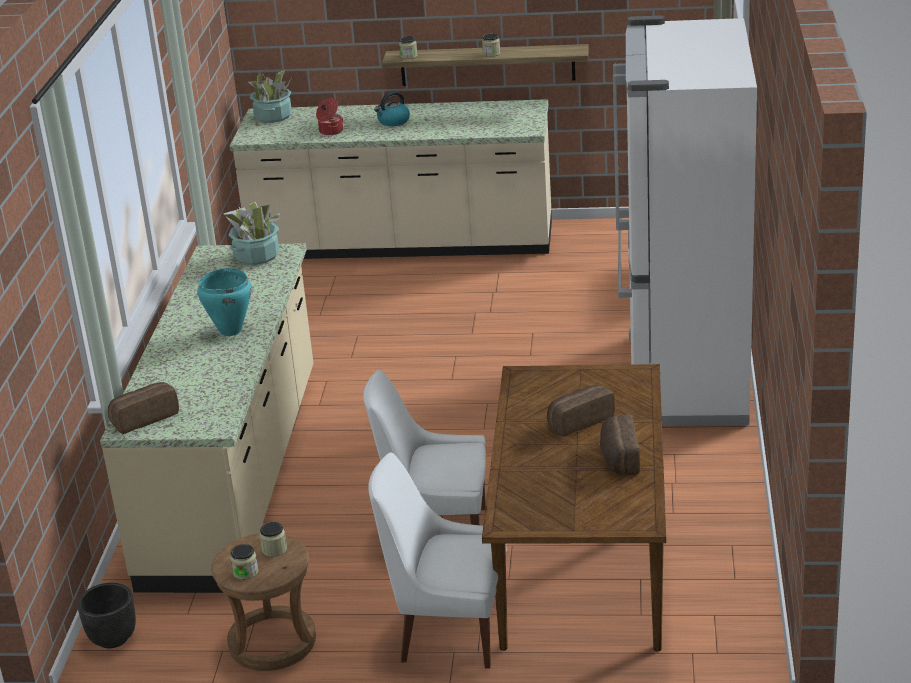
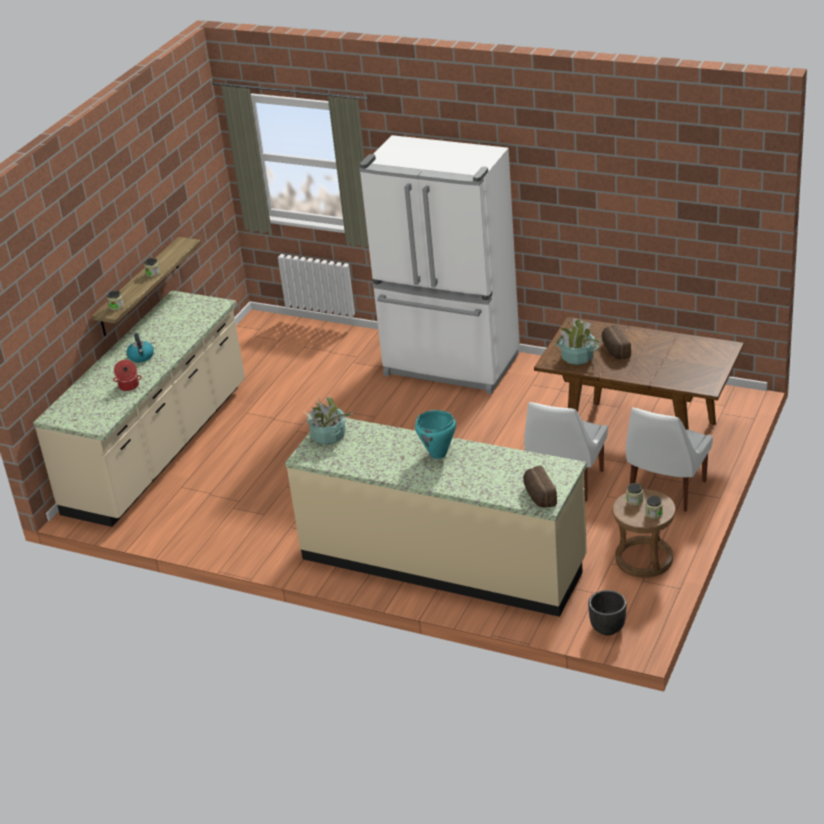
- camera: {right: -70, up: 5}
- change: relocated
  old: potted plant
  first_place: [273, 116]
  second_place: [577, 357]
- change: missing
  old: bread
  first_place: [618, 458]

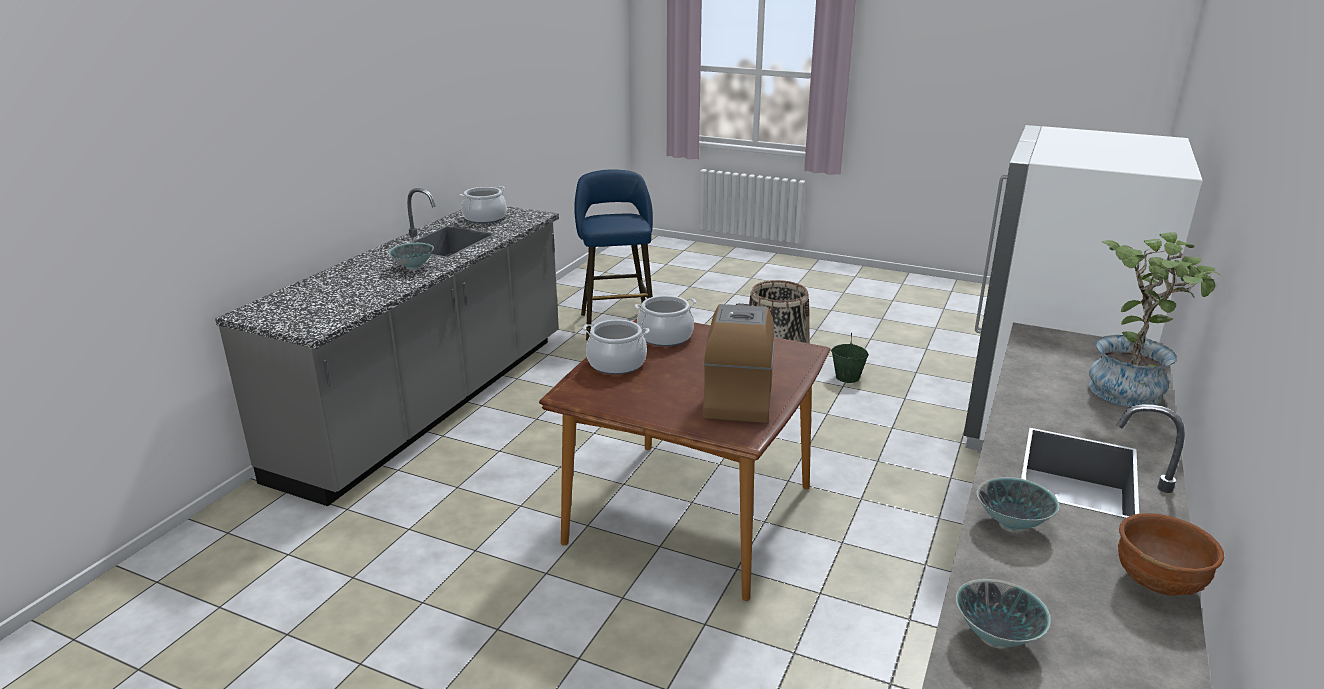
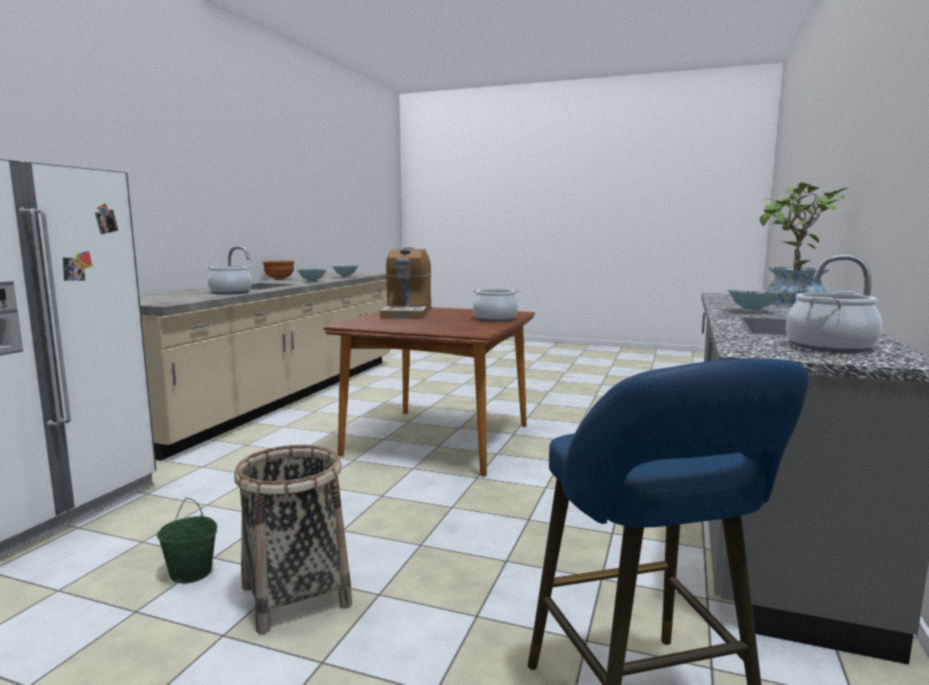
- camera: {right: 175, up: -15}
- change: relocated
  old: cooking pot
  first_place: [665, 337]
  second_place: [230, 292]
- change: relocated
  old: potted plant
  first_place: [1131, 388]
  second_place: [791, 303]

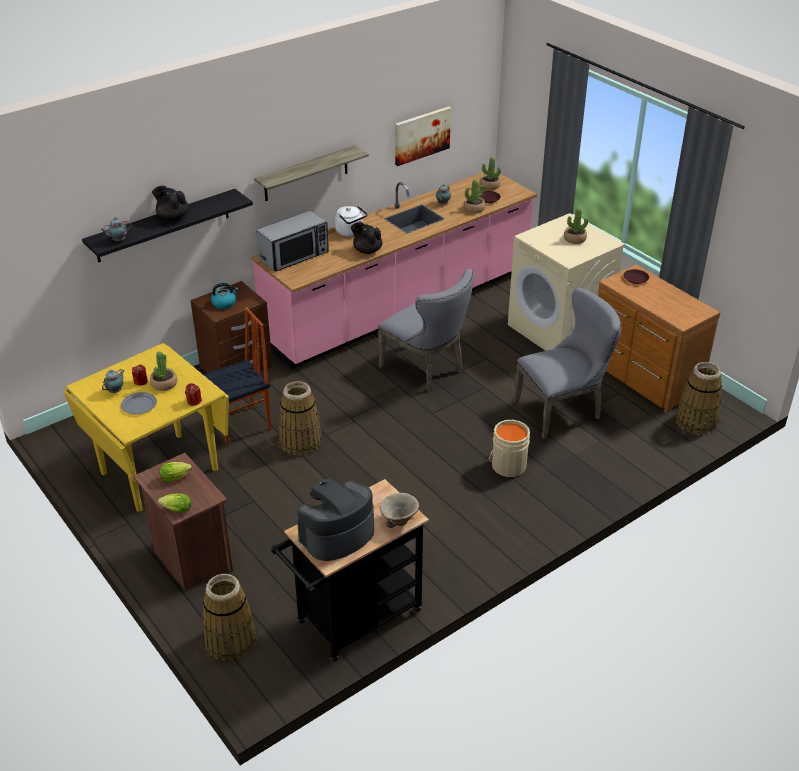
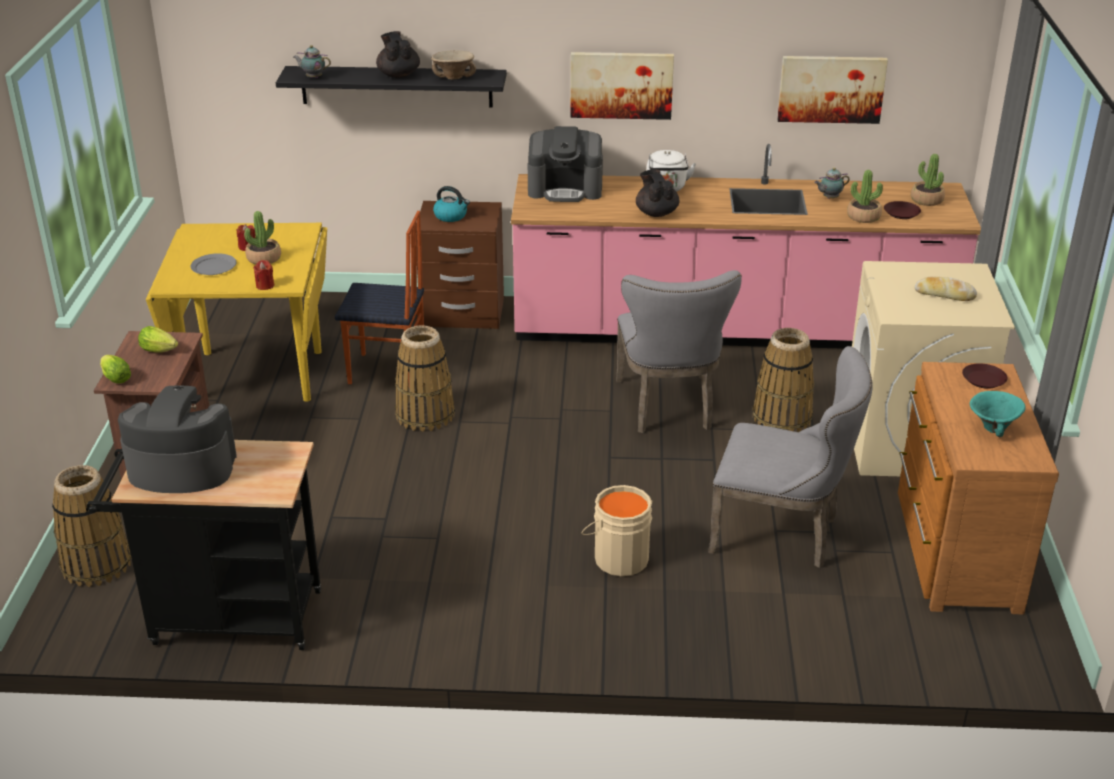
- camera: {right: 40, up: -5}
- change: relocated
  old: bowl in beige
  first_place: [399, 520]
  second_place: [453, 77]
- change: exchanged
  old: microwave
  new: coffee machine
  first_place: [294, 256]
  second_place: [565, 189]
- change: exchanged
  old: shelf
  new: picture
  first_place: [306, 174]
  second_place: [621, 85]
- change: relocated
  old: basket
  first_place: [696, 421]
  second_place: [782, 417]
- change: exchanged
  old: potted plant
  new: bread
  first_place: [574, 239]
  second_place: [944, 294]
- change: appeared
  new: bowl in turquoise
  second_place: [992, 428]
- change: missing
  old: teapot
  first_place: [116, 391]

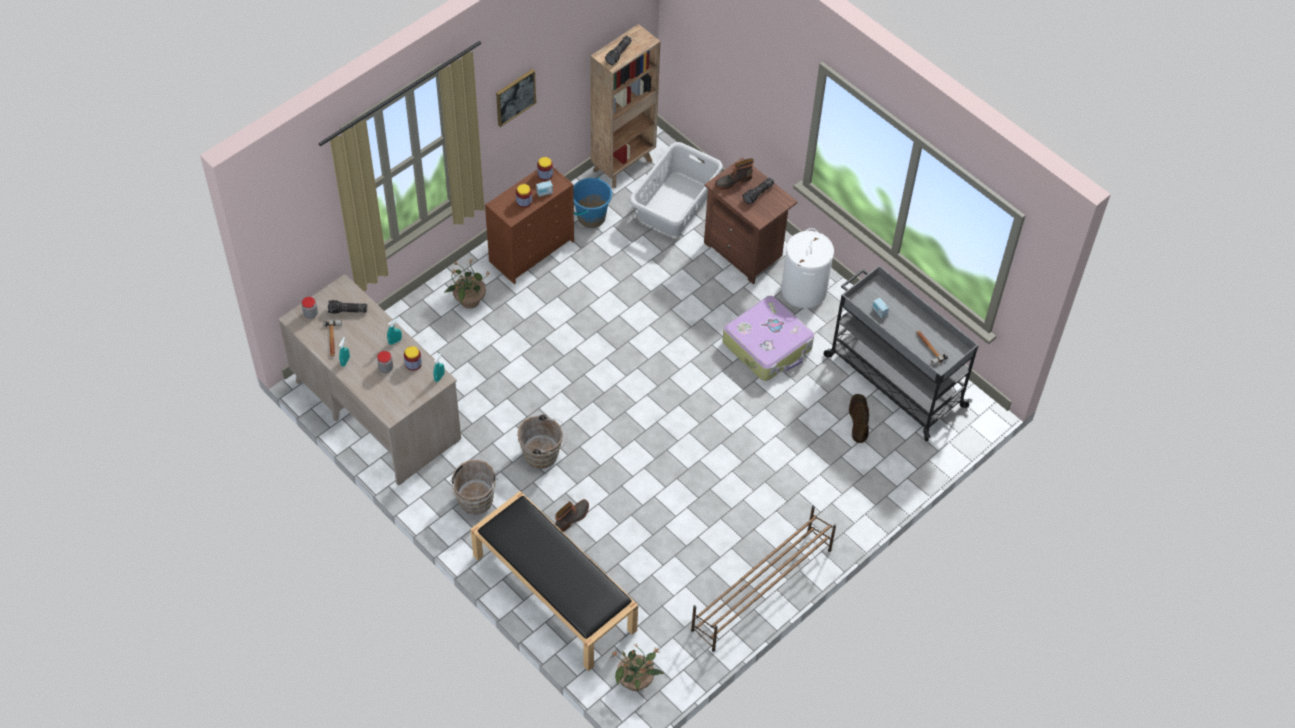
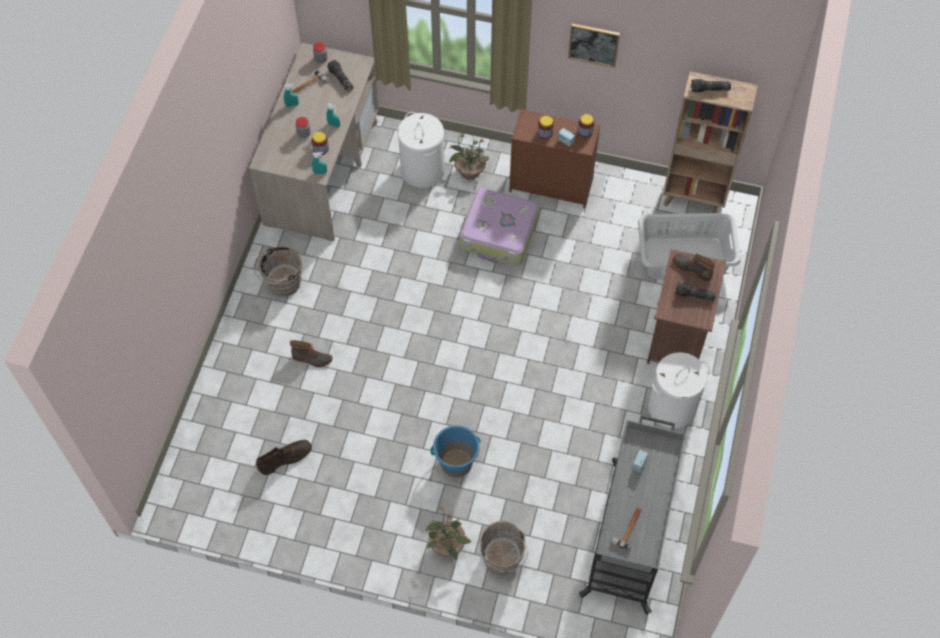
- camera: {right: 60, up: 5}
- change: relocated
  old: boot in brown
  first_place: [858, 419]
  second_place: [285, 458]
- change: appeared
  new: laundry basket in white
  second_place: [422, 170]
- change: relocated
  old: potted plant
  first_place: [636, 681]
  second_place: [447, 546]
- change: relocated
  old: bucket in blue
  first_place: [591, 217]
  second_place: [456, 463]
- change: relocated
  old: suitcase
  first_place: [768, 346]
  second_place: [499, 234]
- change: relocated
  old: bucket in brown
  first_place: [544, 455]
  second_place: [503, 561]
- change: missing
  old: bench in black
  first_place: [553, 592]
- change: missing
  old: shoe rack in brown
  first_place: [761, 589]

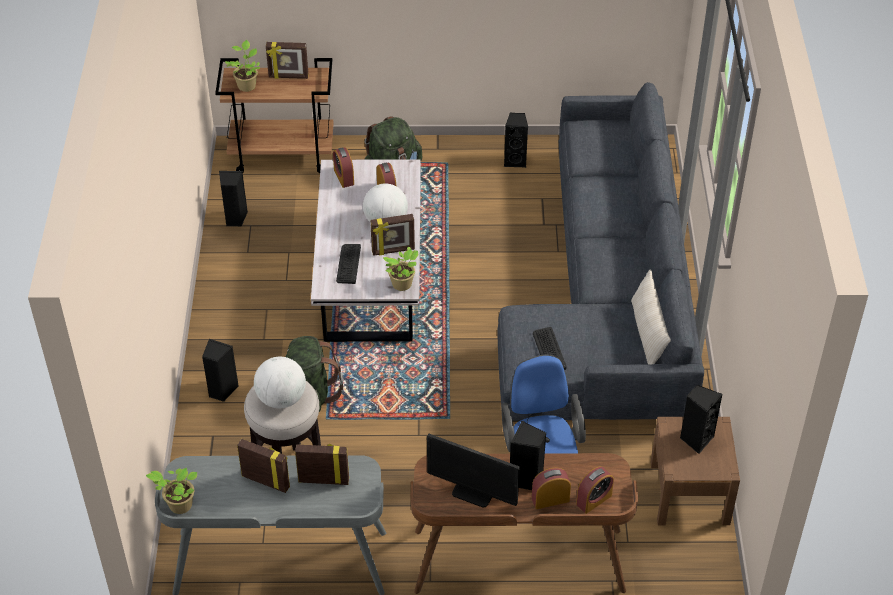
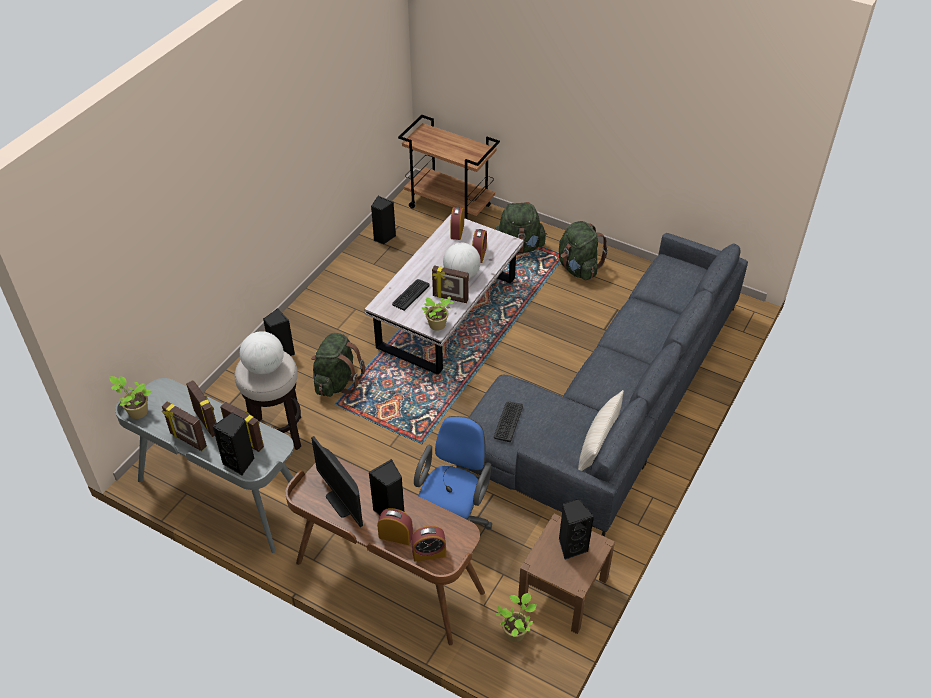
- camera: {right: 30, up: 0}
- change: relocated
  old: picture frame
  first_place: [288, 76]
  second_place: [188, 440]
- change: relocated
  old: speaker in black
  first_place: [515, 160]
  second_place: [240, 462]
- change: relocated
  old: potted plant
  first_place: [246, 85]
  second_place: [515, 632]
- change: appeared
  new: backpack in green
  second_place: [578, 268]

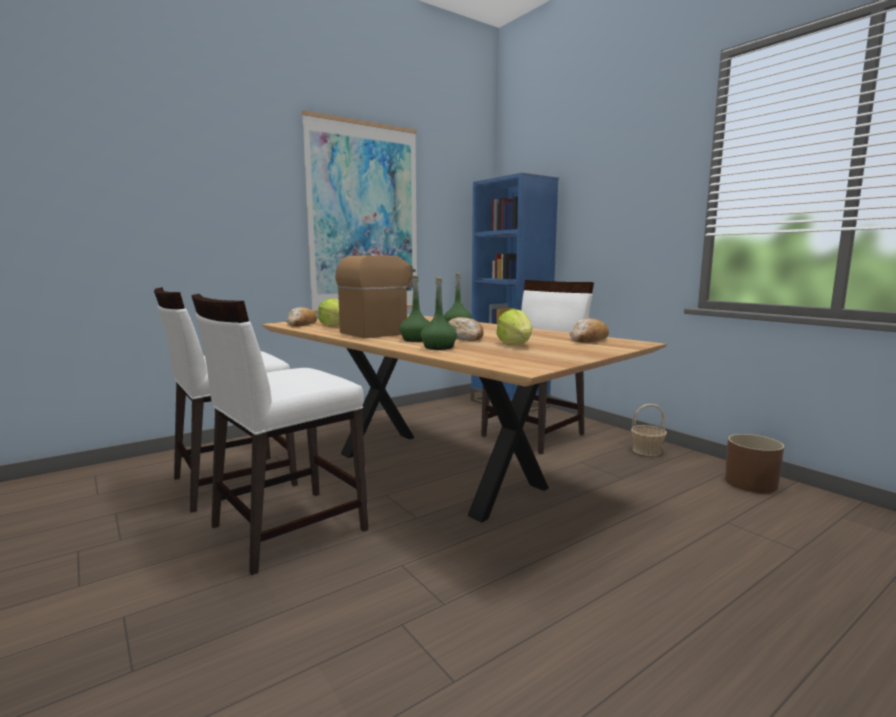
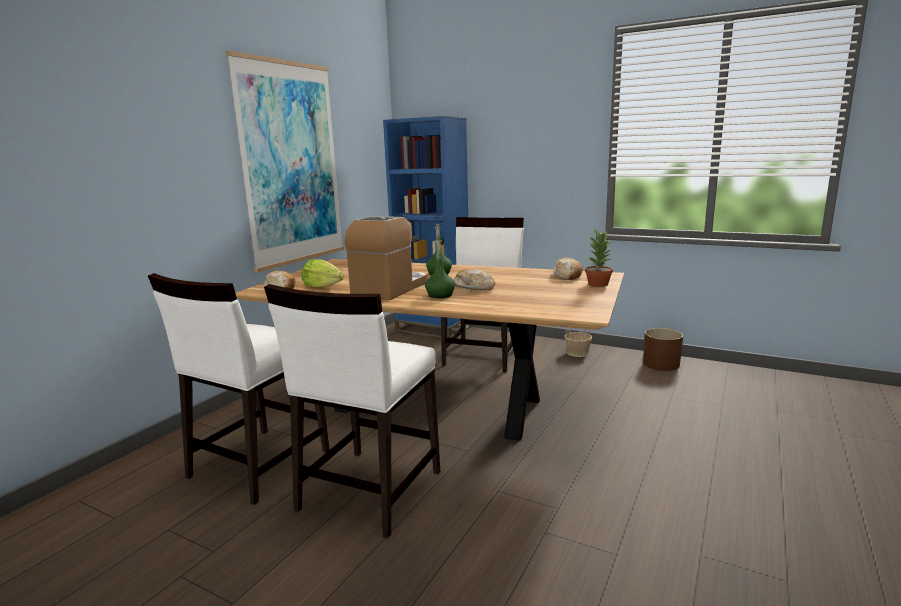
- camera: {right: -25, up: 5}
- change: appeared
  new: potted plant
  second_place: [598, 284]
- change: missing
  old: bottle in green
  first_place: [439, 347]
- change: missing
  old: lettuce
  first_place: [515, 345]

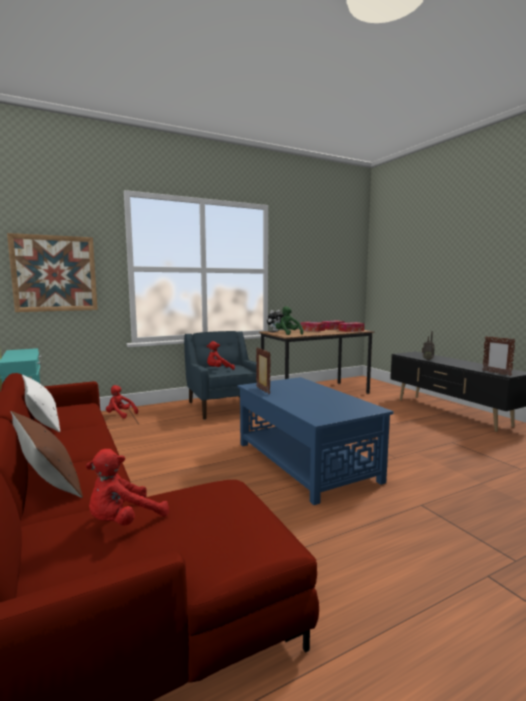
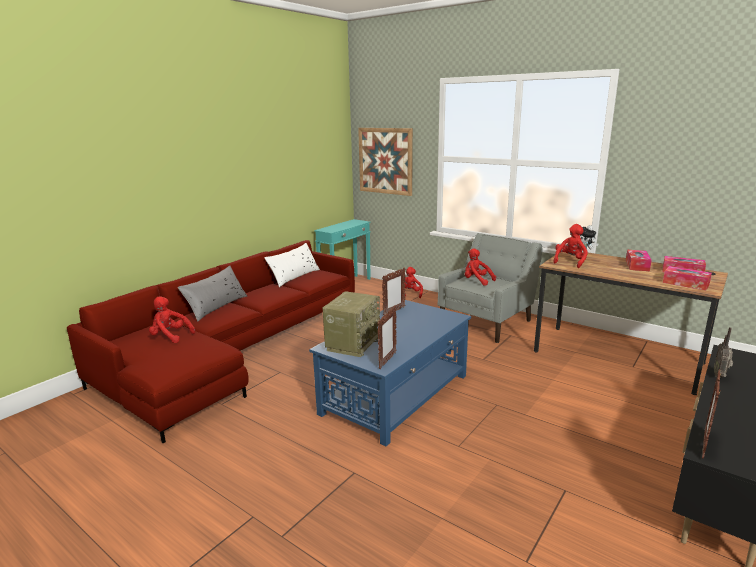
- camera: {right: 65, up: 10}
- change: colour
  old: pillow in brown
  new: pillow in grey
  first_place: [46, 477]
  second_place: [216, 306]
- change: appeared
  new: radio
  second_place: [353, 343]
- change: appeared
  new: picture frame
  second_place: [387, 361]
- change: colour
  old: armchair in blue
  new: armchair in grey
  first_place: [223, 406]
  second_place: [487, 322]
- change: colour
  old: plush toy in green
  new: plush toy in red
  first_place: [288, 334]
  second_place: [570, 262]

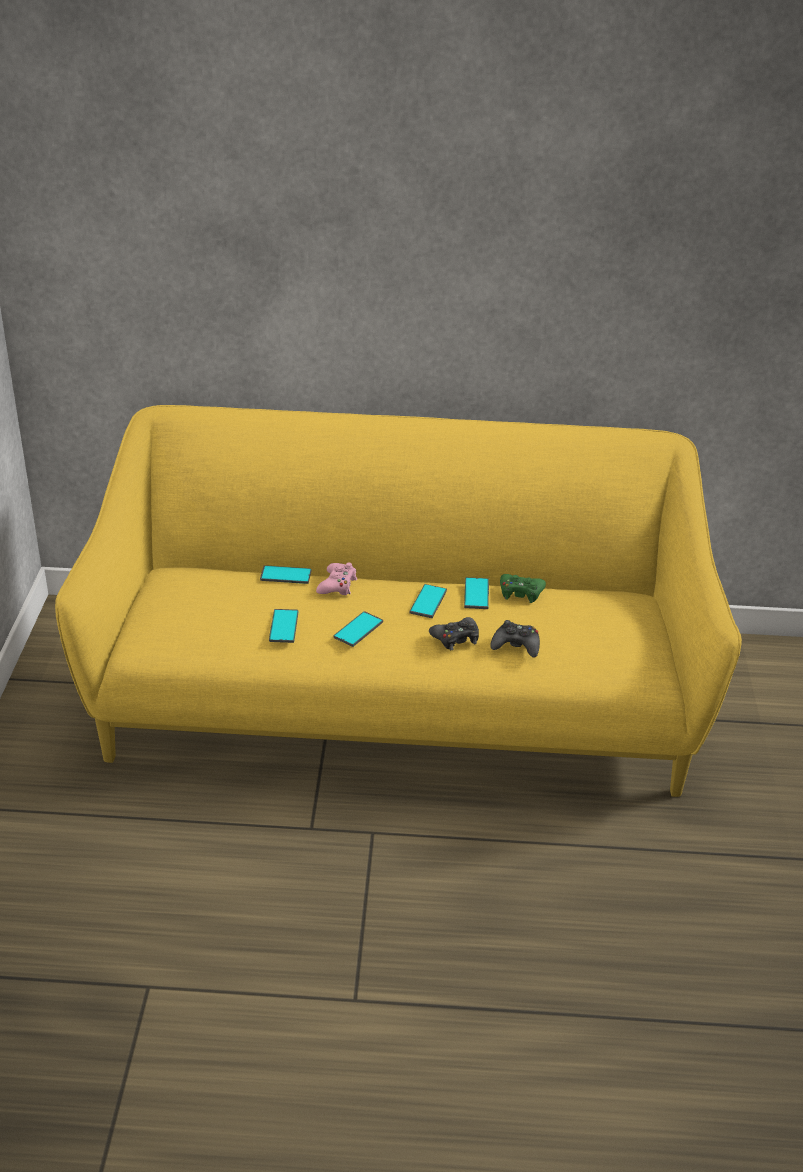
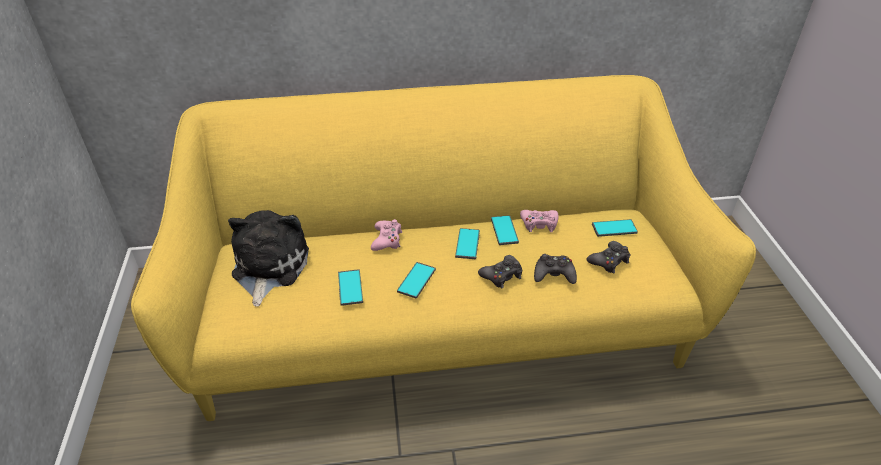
- camera: {right: -10, up: 5}
- change: appeared
  new: plush toy
  second_place: [268, 267]
- change: colour
  old: game controller in green
  new: game controller in pink
  first_place: [520, 593]
  second_place: [539, 224]
- change: appeared
  new: game controller in black
  second_place: [609, 261]
- change: relocated
  old: phone
  first_place: [285, 575]
  second_place: [614, 228]

